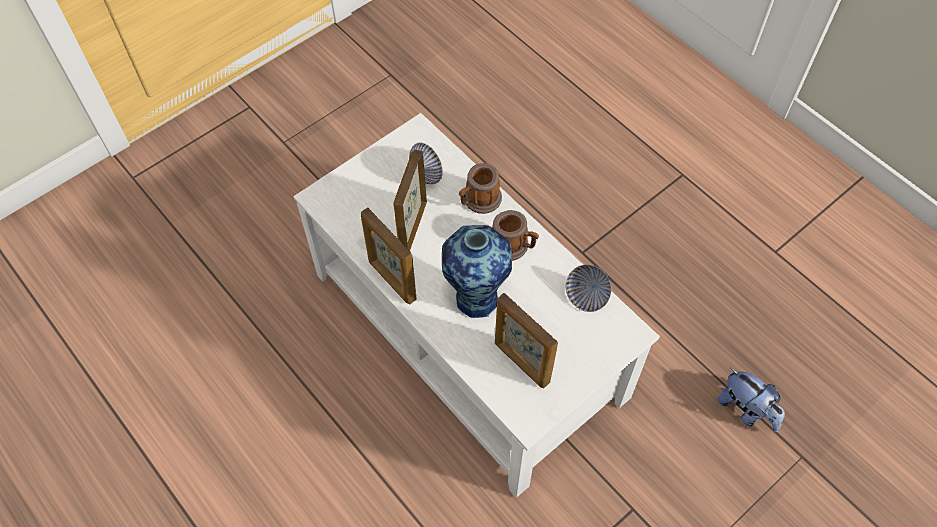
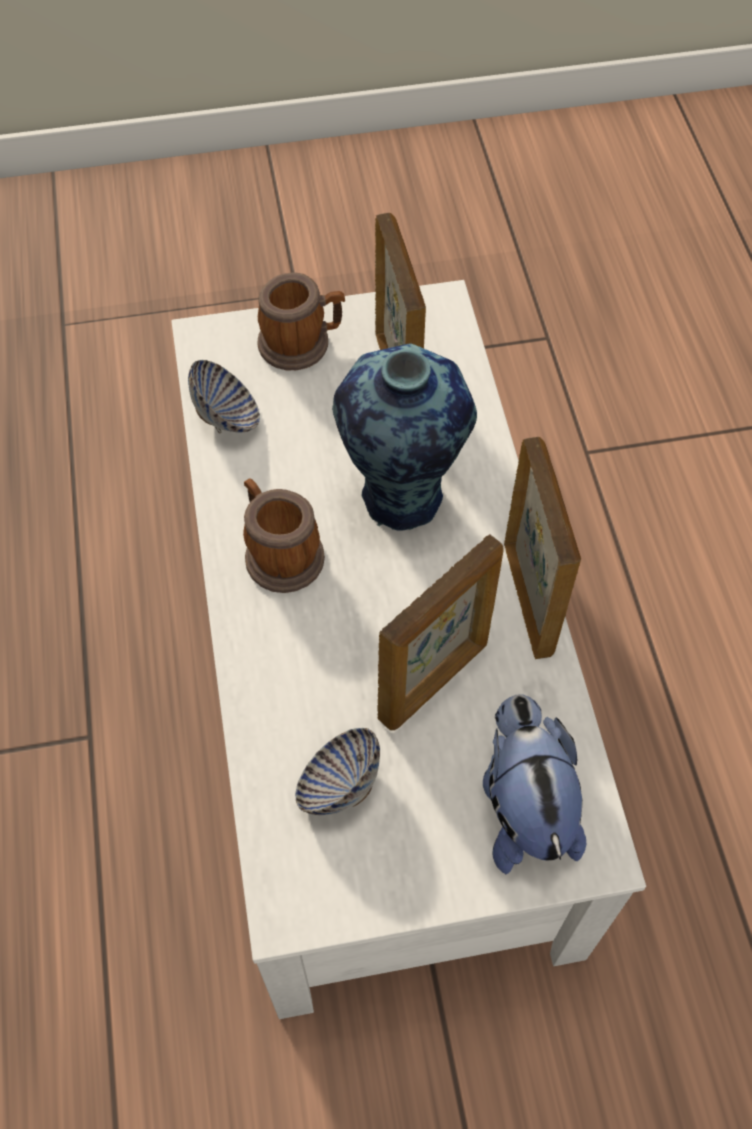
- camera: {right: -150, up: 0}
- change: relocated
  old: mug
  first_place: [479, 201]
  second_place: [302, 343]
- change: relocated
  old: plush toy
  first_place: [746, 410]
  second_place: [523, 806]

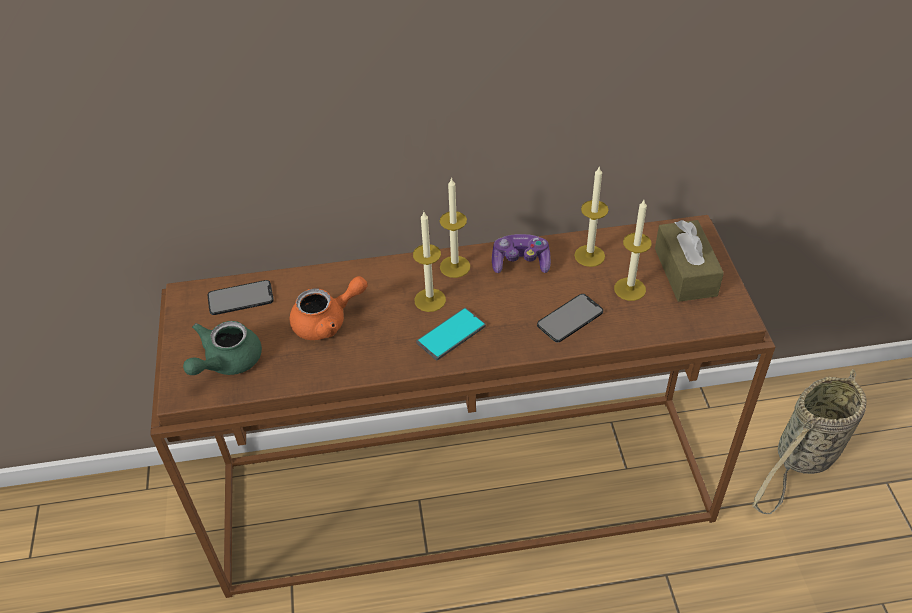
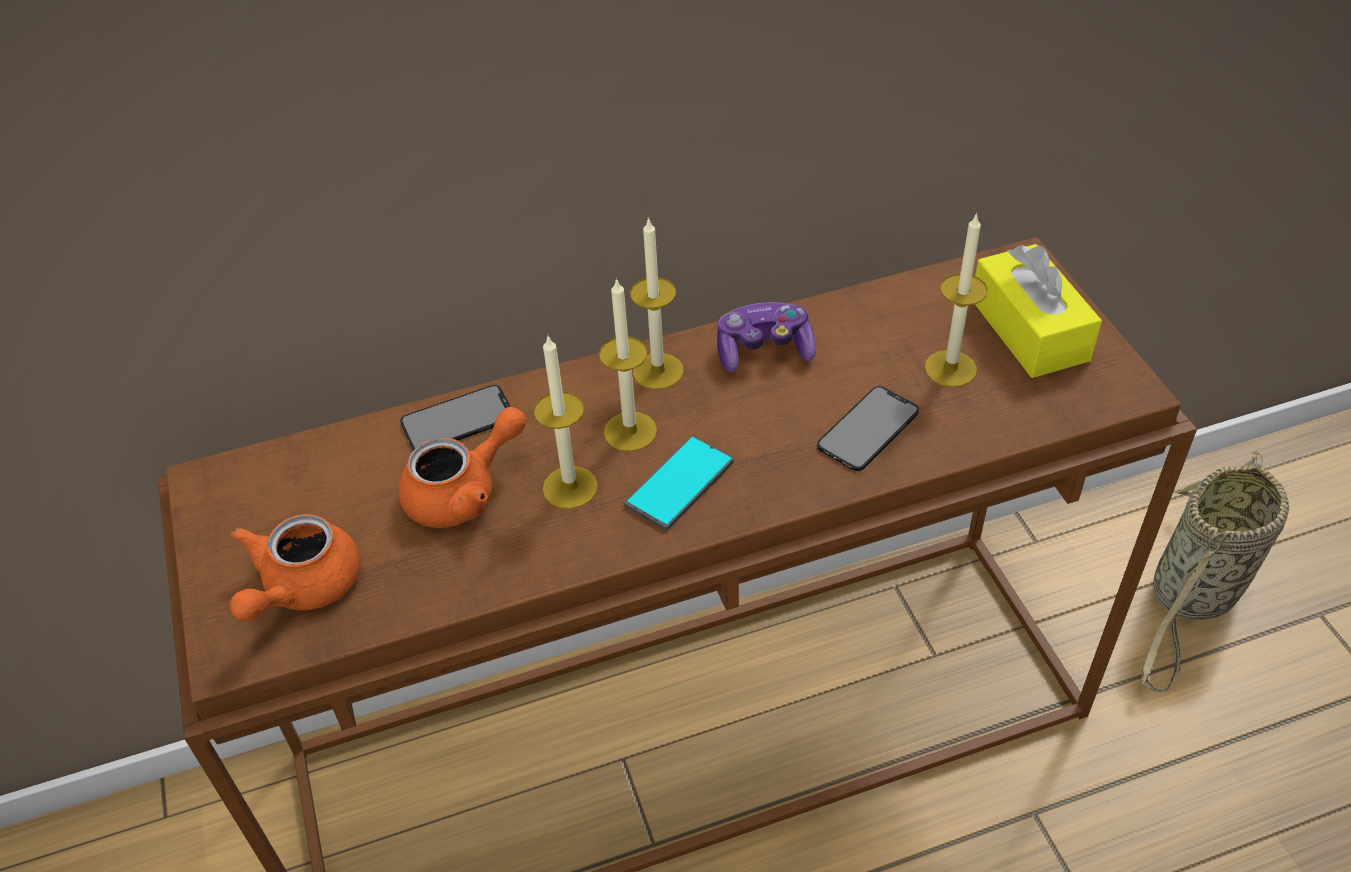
- camera: {right: -10, up: 0}
- change: colour
  old: teapot in green
  new: teapot in orange
  first_place: [226, 362]
  second_place: [301, 588]
- change: relocated
  old: phone
  first_place: [240, 298]
  second_place: [457, 420]
- change: relocated
  old: candle
  first_place: [589, 256]
  second_place: [570, 487]
- change: colour
  old: tissue box in brown
  new: tissue box in yellow
  first_place: [685, 272]
  second_place: [1029, 330]

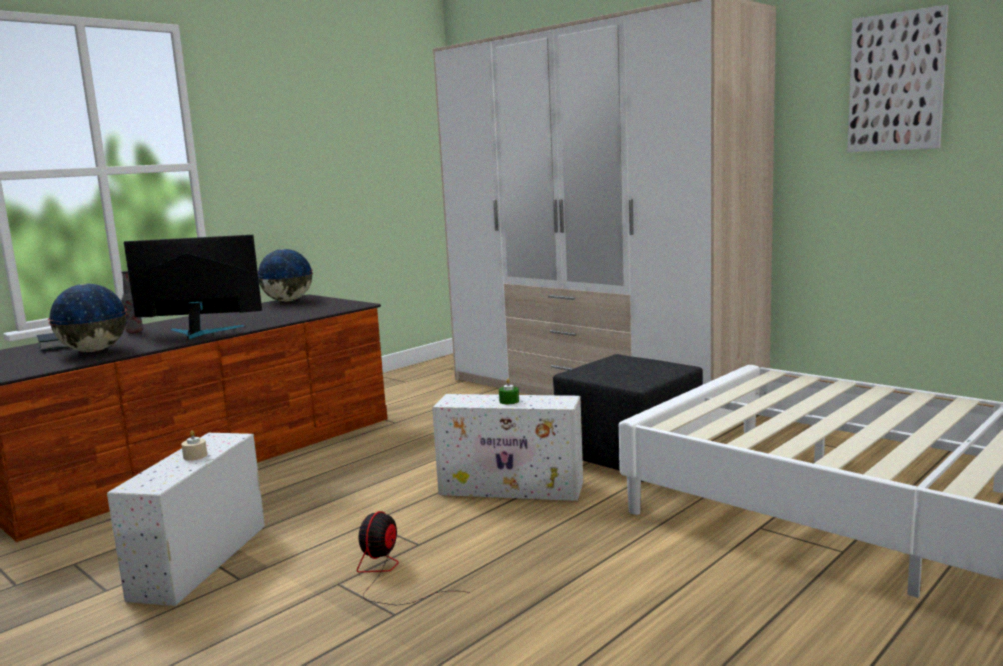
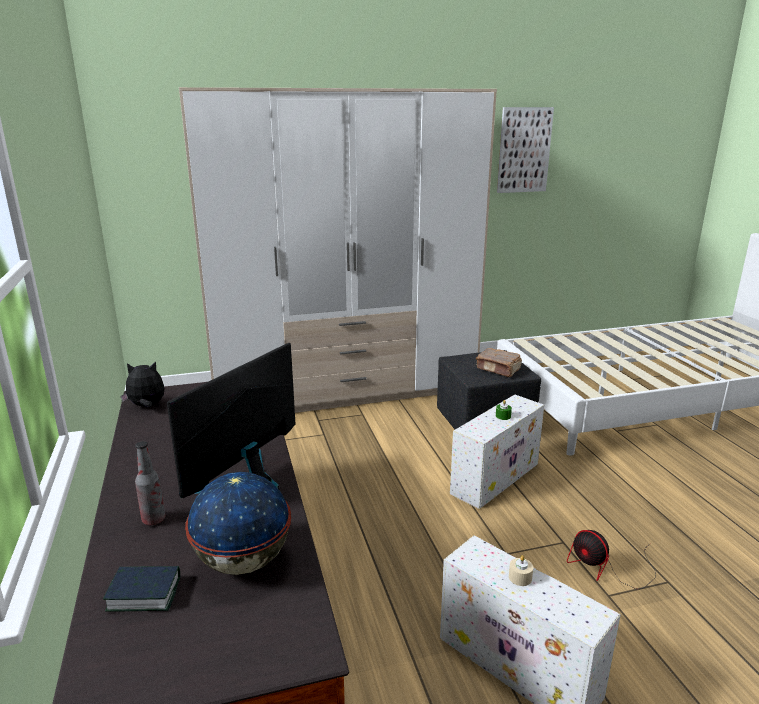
- camera: {right: -60, up: 10}
- change: exchanged
  old: globe
  new: plush toy
  first_place: [287, 301]
  second_place: [147, 406]
- change: appeared
  new: book in brown
  second_place: [498, 369]

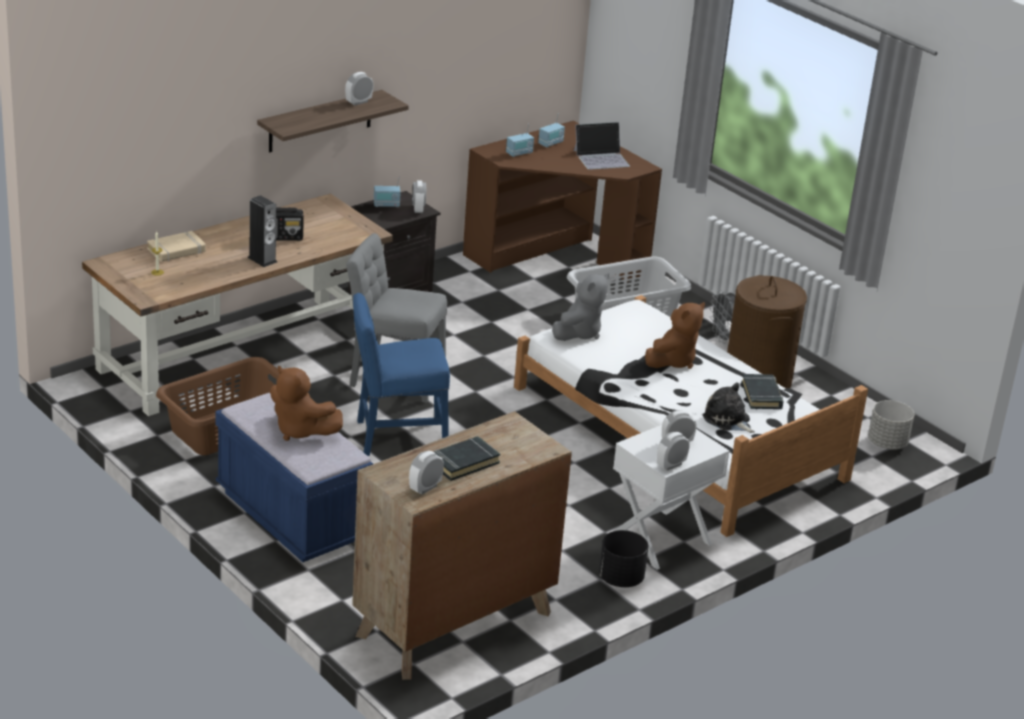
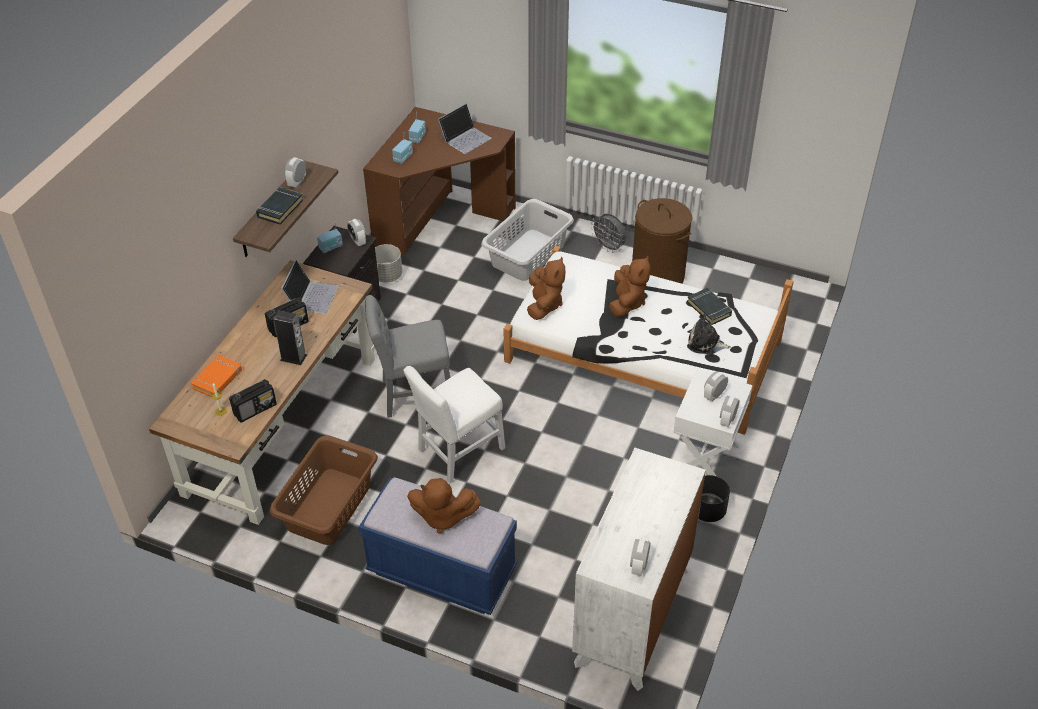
- camera: {right: -25, up: 15}
- change: colour
  old: book in beige
  new: book in orange
  first_place: [176, 250]
  second_place: [217, 379]
- change: appeared
  new: radio
  second_place: [255, 409]
- change: relocated
  old: book in black
  first_place: [463, 462]
  second_place: [280, 208]
- change: appeared
  new: laptop
  second_place: [311, 296]
- change: relocated
  old: planter in grey
  first_place: [887, 443]
  second_place: [387, 276]
- change: colour
  old: chair in blue
  new: chair in white
  first_place: [396, 437]
  second_place: [458, 452]
- change: colour
  old: plush toy in grey
  new: plush toy in brown
  first_place: [579, 333]
  second_place: [544, 305]
- change: colour
  old: dresser in brown
  new: dresser in white
  first_place: [454, 624]
  second_place: [632, 616]

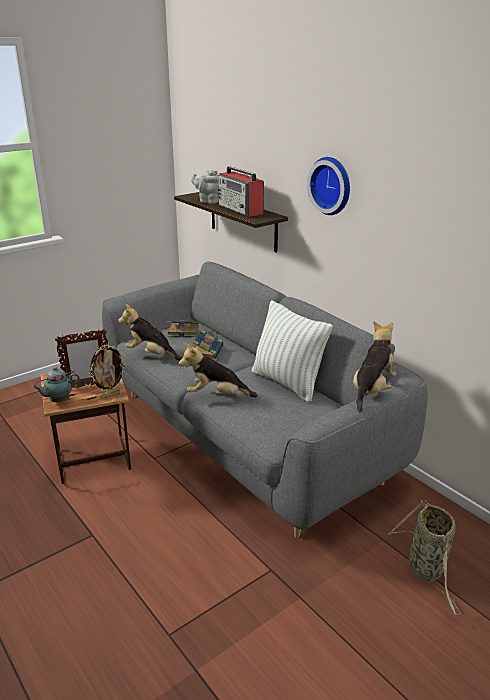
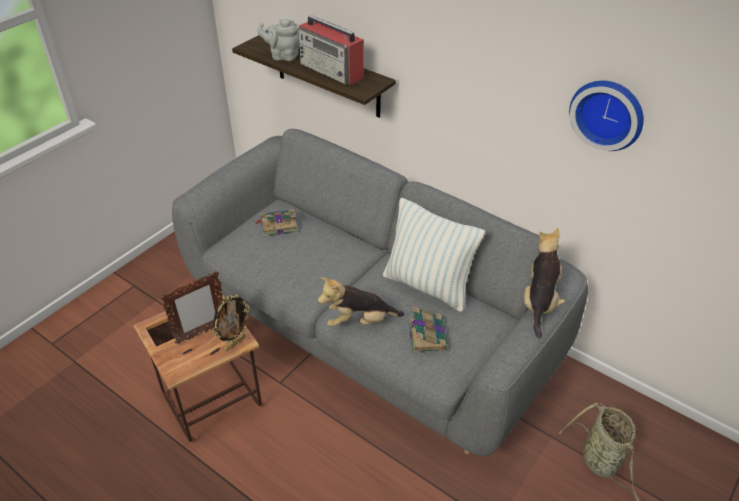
- camera: {right: -15, up: 15}
- change: relocated
  old: book
  first_place: [207, 351]
  second_place: [427, 335]
- change: relocated
  old: wall clock
  first_place: [332, 185]
  second_place: [608, 113]
- change: missing
  old: teapot
  first_place: [58, 401]
- change: missing
  old: plush toy
  first_place: [151, 354]

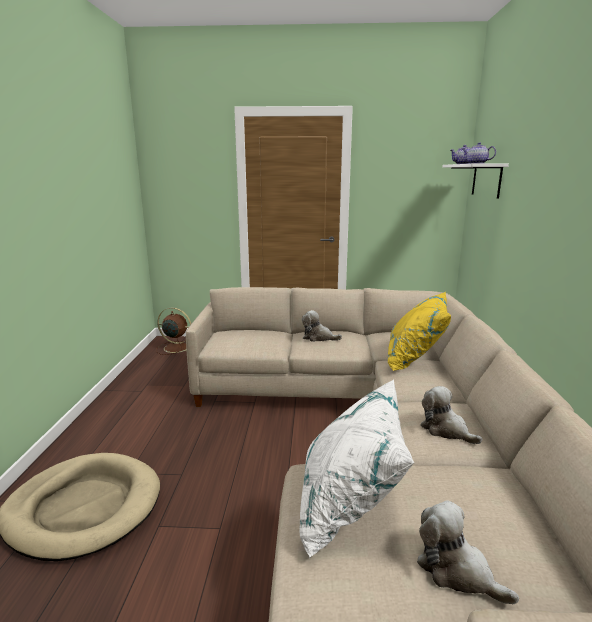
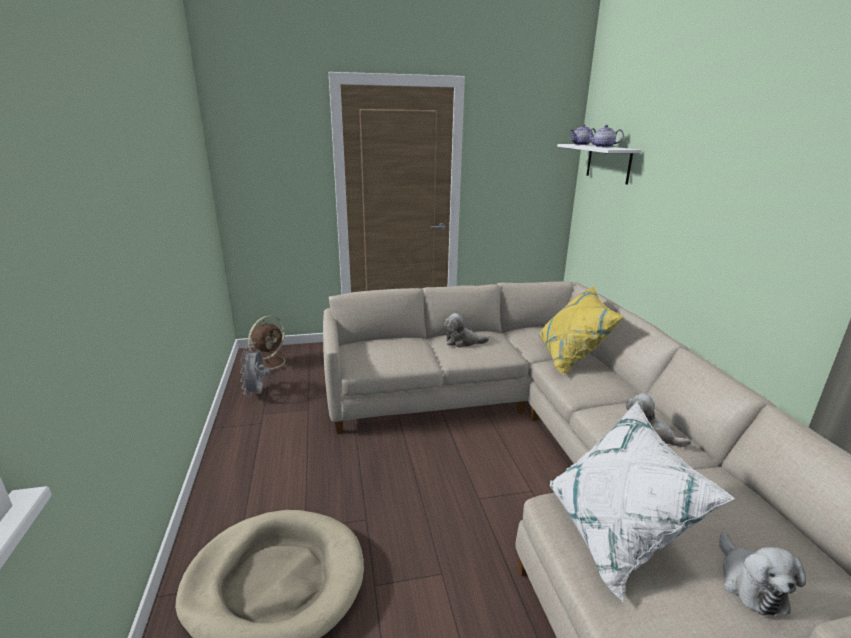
- camera: {right: -15, up: 5}
- change: appeared
  new: fan in grey
  second_place: [257, 393]
- change: spun
  old: fan in brown
  first_place: [175, 348]
  second_place: [271, 362]
  degrees: 120
- change: spun
  old: plush toy
  first_place: [457, 571]
  second_place: [750, 583]
  degrees: -120

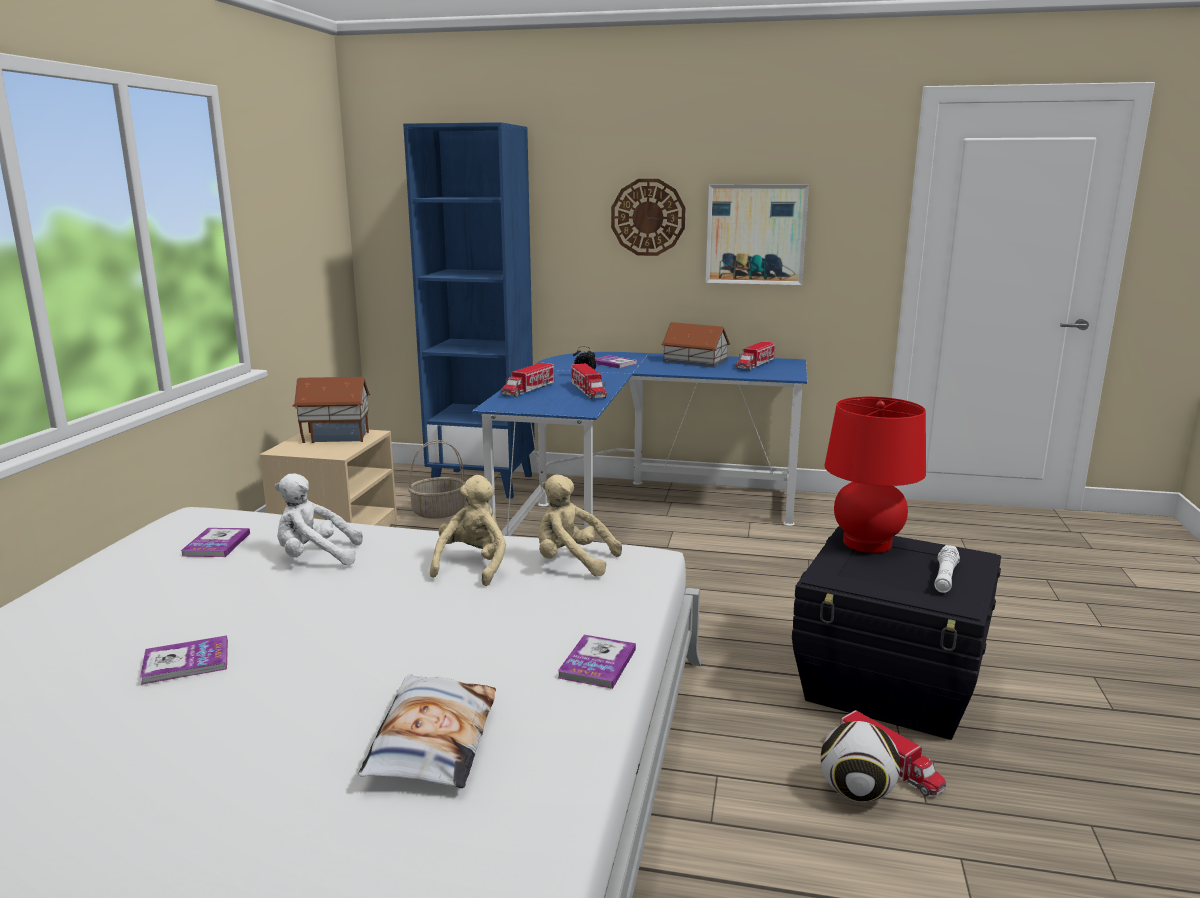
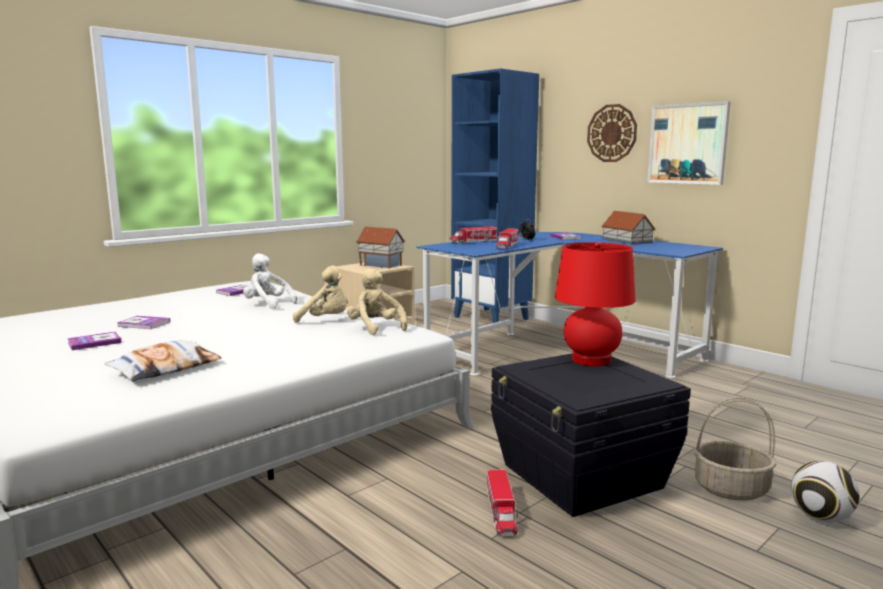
- camera: {right: 35, up: -5}
- change: relocated
  old: book
  first_place: [597, 663]
  second_place: [94, 342]
- change: spun
  old: plush toy in beige
  first_place: [473, 566]
  second_place: [326, 320]
  degrees: 60
- change: relocated
  old: basket
  first_place: [439, 512]
  second_place: [731, 488]
- change: relocated
  old: football
  first_place: [856, 793]
  second_place: [820, 517]
- change: missing
  old: toy truck
  first_place: [755, 365]
- change: missing
  old: flashlight in white
  first_place: [945, 577]

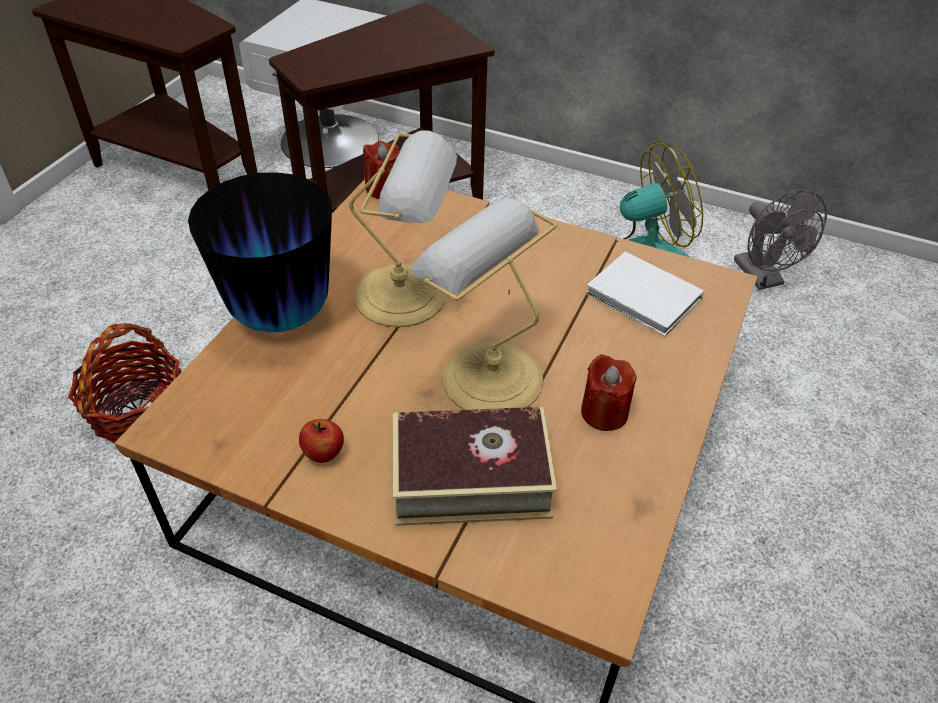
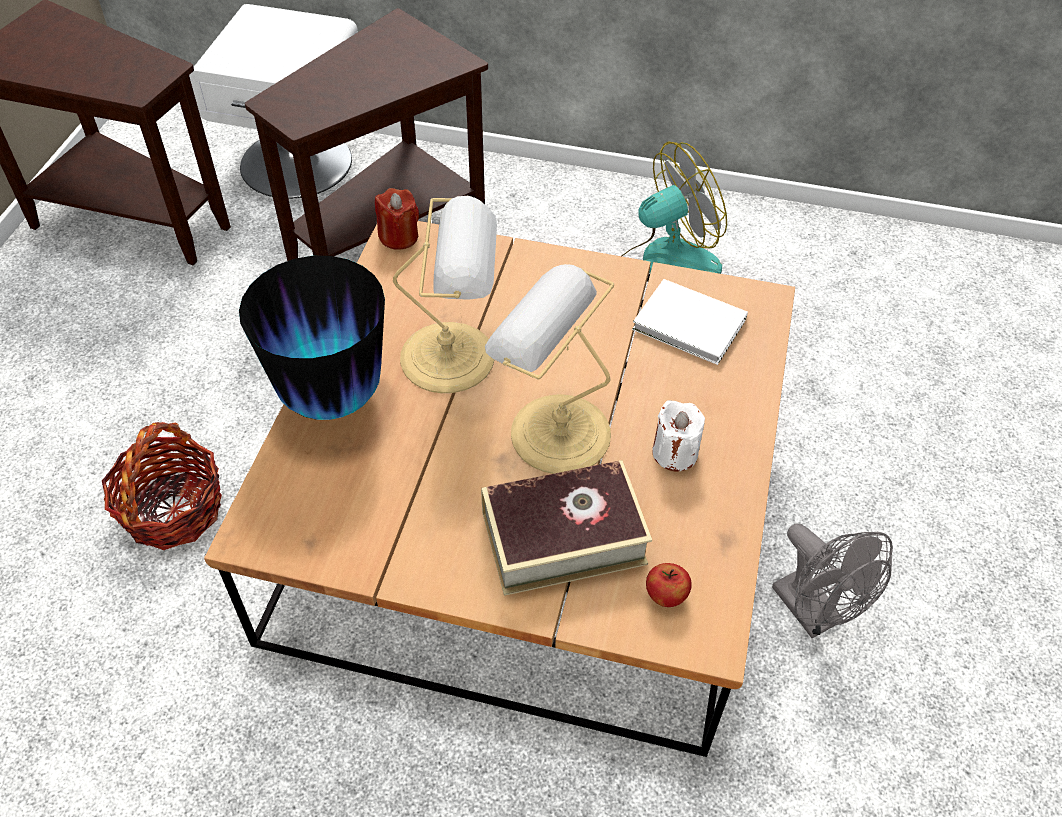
- camera: {right: -10, up: 5}
- change: relocated
  old: apple
  first_place: [324, 454]
  second_place: [666, 596]
- change: colour
  old: candle in red
  new: candle in white
  first_place: [604, 413]
  second_place: [675, 453]
- change: relocated
  old: fan in grey
  first_place: [763, 278]
  second_place: [814, 614]

